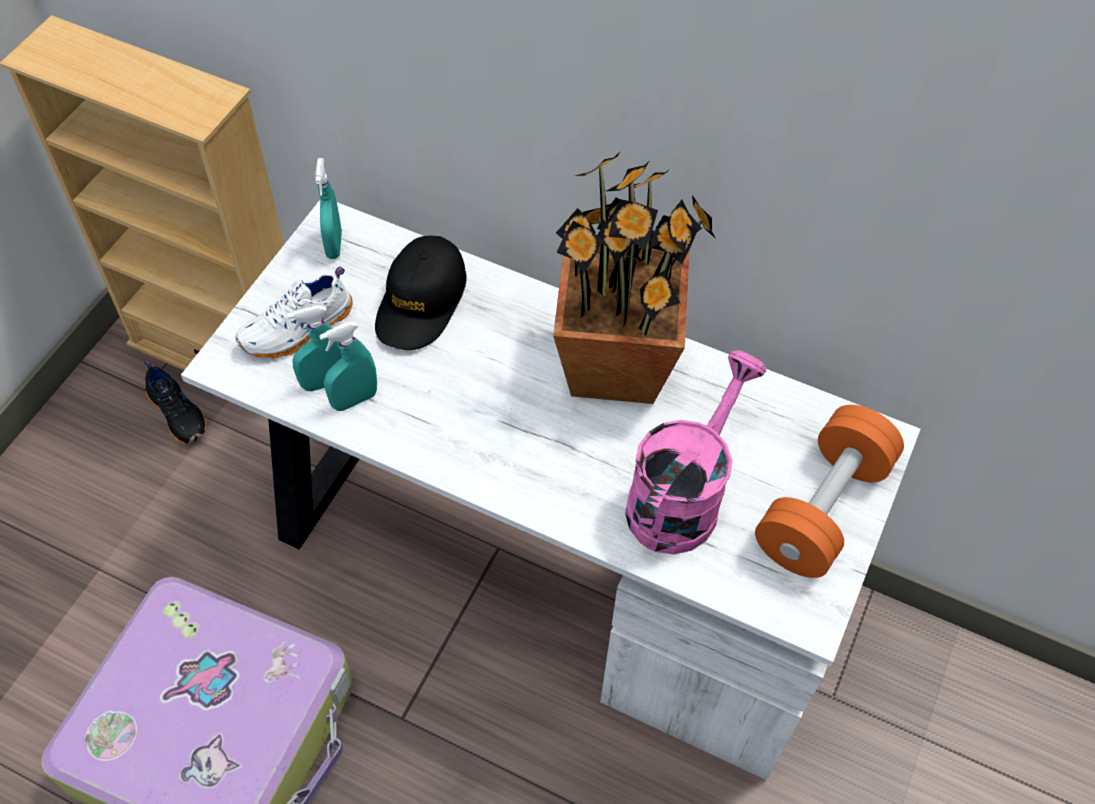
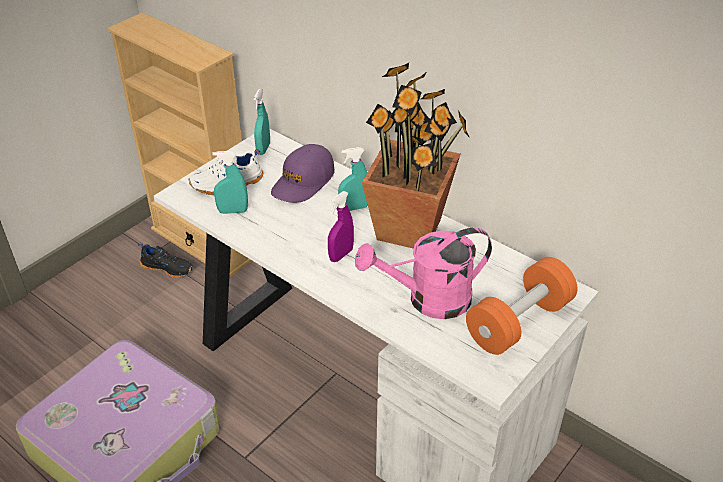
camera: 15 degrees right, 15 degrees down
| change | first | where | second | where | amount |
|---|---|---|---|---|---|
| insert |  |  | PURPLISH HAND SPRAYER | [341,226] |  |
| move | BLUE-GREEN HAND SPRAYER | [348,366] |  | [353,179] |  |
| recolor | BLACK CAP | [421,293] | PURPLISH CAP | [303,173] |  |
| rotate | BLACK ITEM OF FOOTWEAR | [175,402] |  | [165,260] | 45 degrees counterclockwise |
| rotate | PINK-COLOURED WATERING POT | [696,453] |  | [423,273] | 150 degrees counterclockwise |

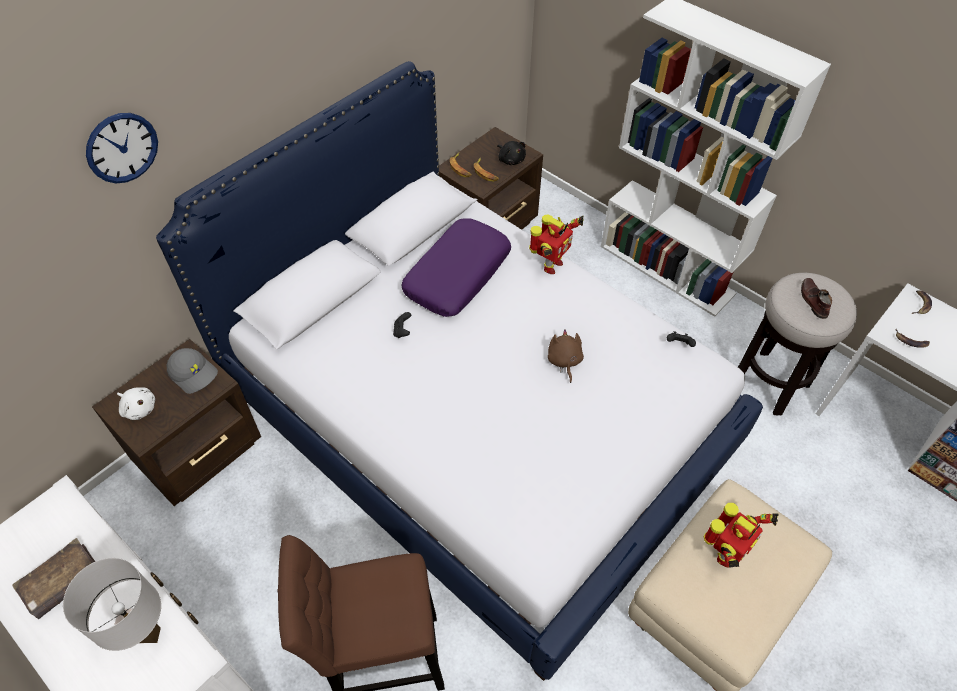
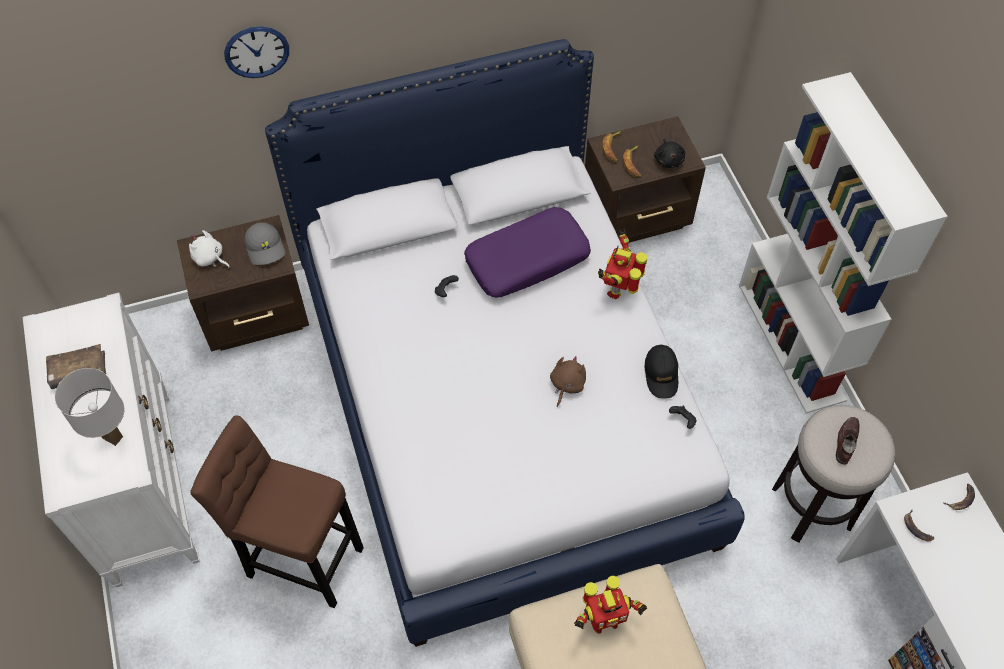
camera: 30 degrees right, 5 degrees up
| change | first | where | second | where | amount |
|---|---|---|---|---|---|
| insert |  |  | BLACK CAP | [661,372] |  |
| rotate | WHITE-COLOURED SOFT TOY | [136,403] |  | [209,249] | 150 degrees clockwise |
| rotate | TOY ROBOT | [556,244] |  | [623,264] | 135 degrees clockwise |

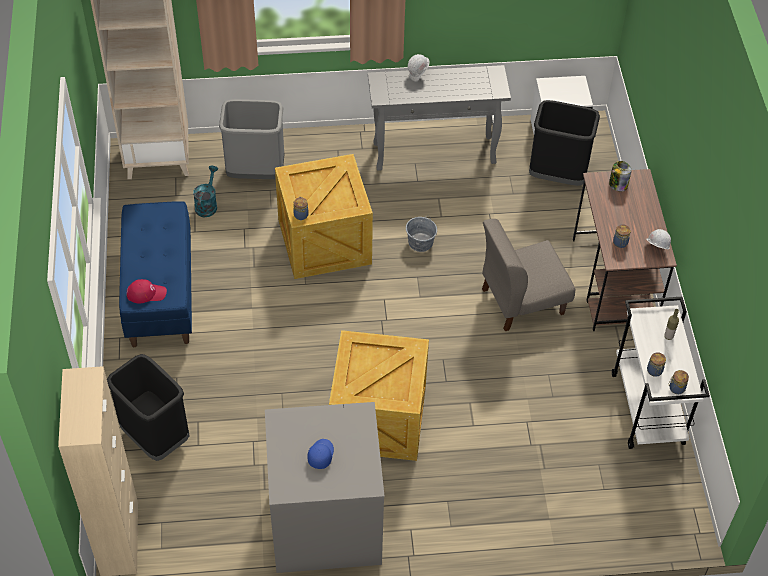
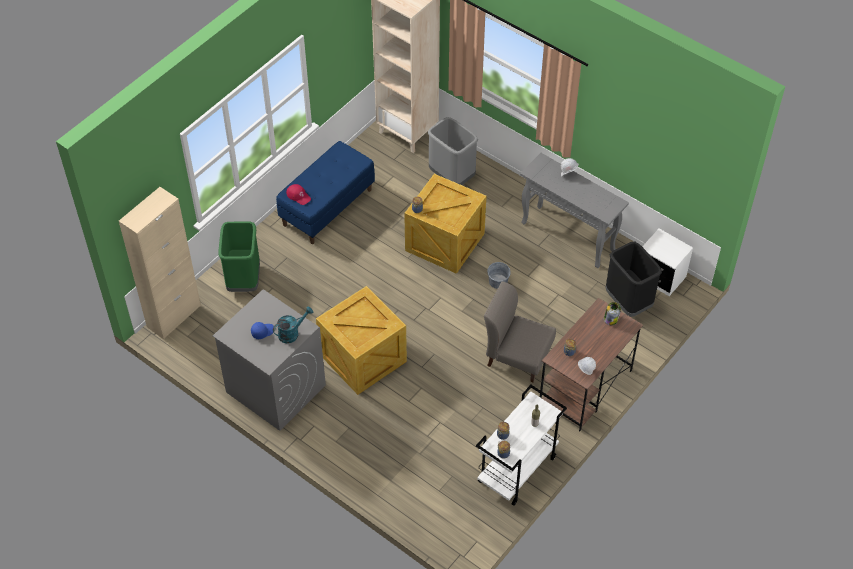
camera: 45 degrees right, 0 degrees up
| change | first | where | second | where | amount |
|---|---|---|---|---|---|
| move | BLUE-GREEN WATERING POT | [205,191] |  | [293,325] |  |
| recolor | BLACK RUBBISH BIN | [148,407] | GREENISH RUBBISH BIN | [239,257] |  |

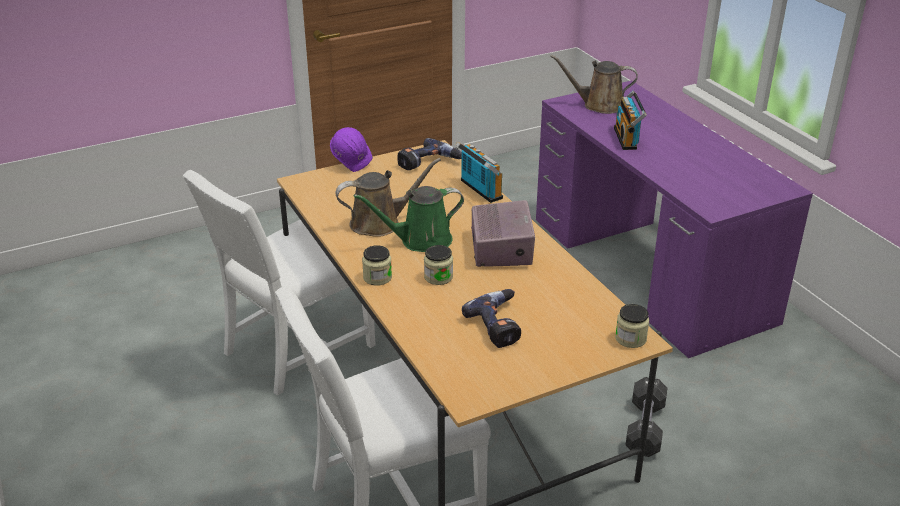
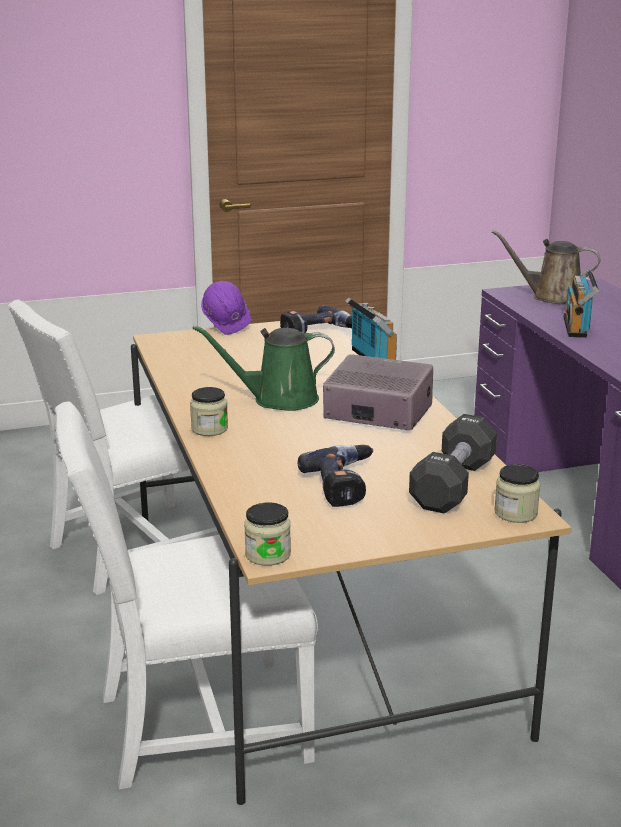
camera: 10 degrees right, 10 degrees down
| change | first | where | second | where | amount |
|---|---|---|---|---|---|
| delete | BROWNISH WATERING POT | [388,197] |  |  |  |
| move | JAR | [438,265] |  | [267,534] |  |
| move | BLACK DUMBBELL | [646,417] |  | [453,463] |  |
| rotate | RADIO | [503,233] |  | [378,392] | 75 degrees counterclockwise |

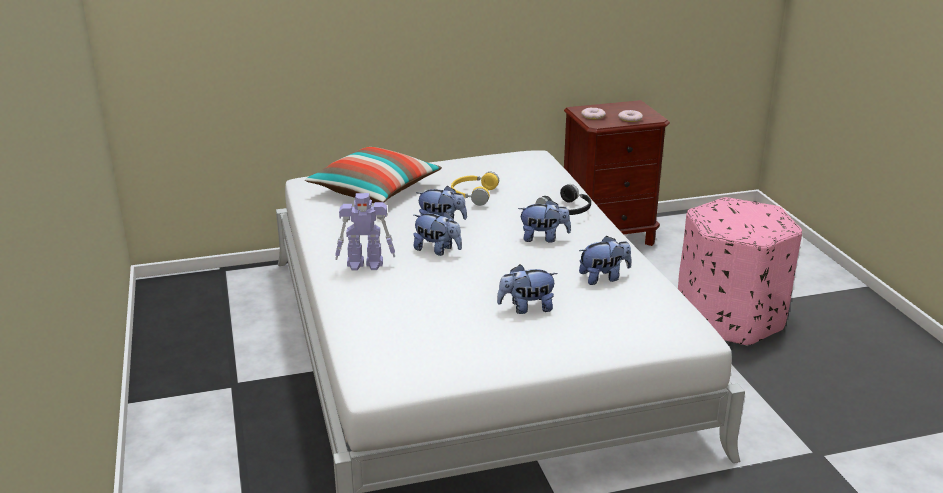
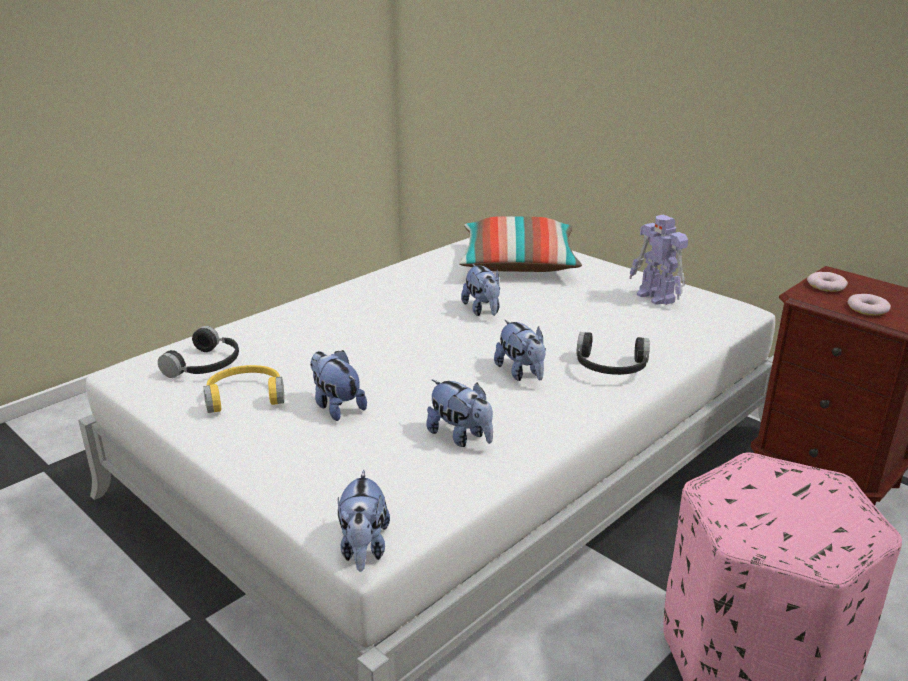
camera: 60 degrees right, 0 degrees up
| change | first | where | second | where | amount |
|---|---|---|---|---|---|
| insert |  |  | BLACK HEADSET | [198,352] |  |
| move | TOY ROBOT | [365,232] |  | [658,260] |  |
| move | SOFT TOY | [437,234] |  | [364,521] |  |
| move | YELLOW-COLOURED HEADSET | [475,189] |  | [244,389] |  |

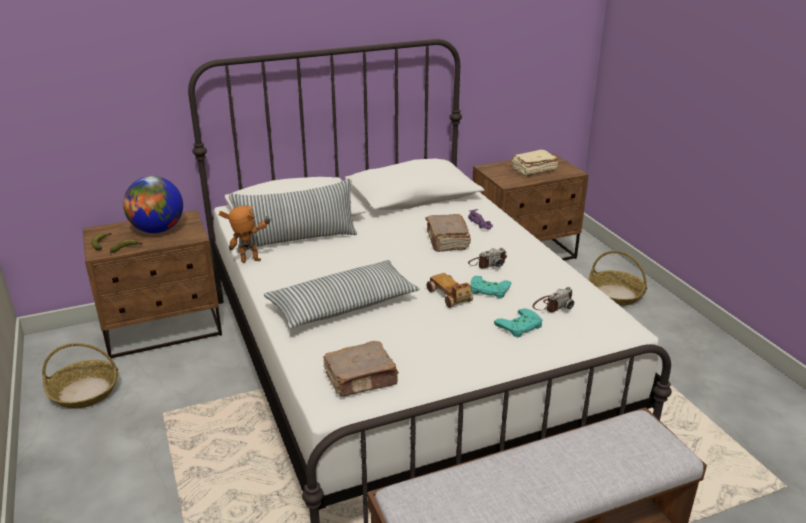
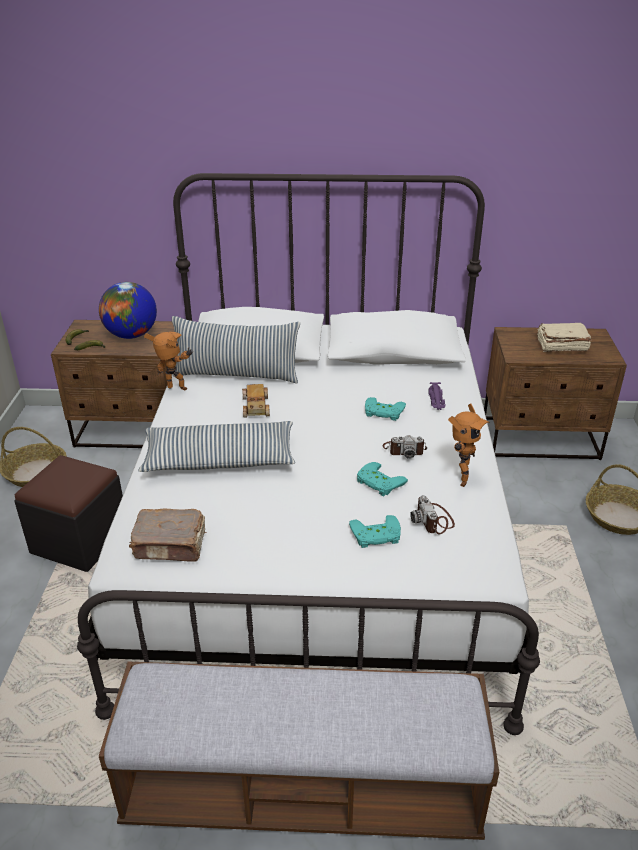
camera: 25 degrees right, 5 degrees up
| change | first | where | second | where | amount |
|---|---|---|---|---|---|
| insert |  |  | BLACK OTTOMAN | [68,513] |  |
| insert |  |  | TOY ROBOT | [468,445] |  |
| move | MODEL CAR | [450,290] |  | [256,400] |  |
| replace | BROWNISH BOUND BOOK | [448,233] | BLUE-GREEN JOYPAD | [385,409] |  |
| rotate | STILL CAMERA | [553,299] |  | [432,514] | 90 degrees clockwise |

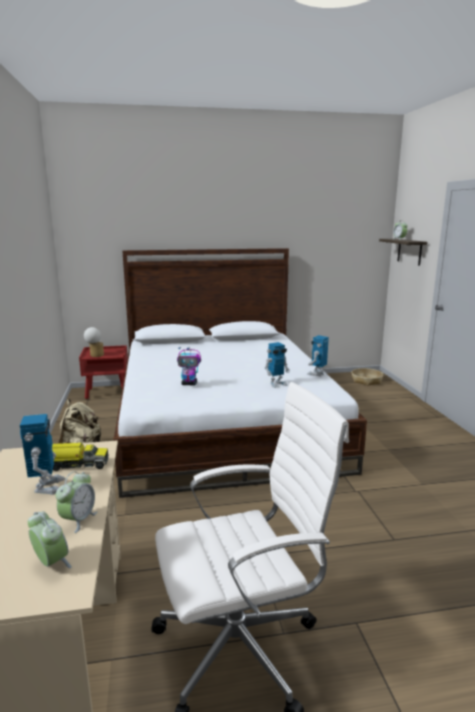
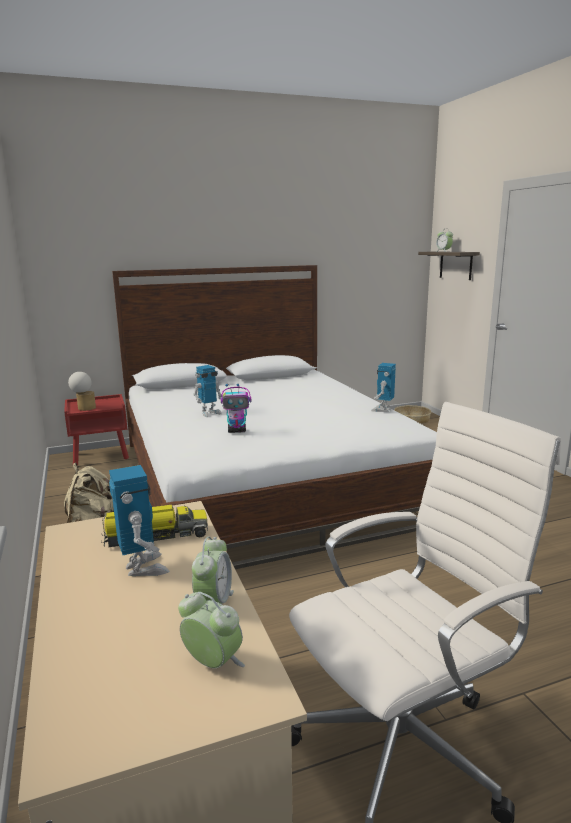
camera: 10 degrees left, 0 degrees up
| change | first | where | second | where | amount |
|---|---|---|---|---|---|
| move | TOY ROBOT | [277,365] |  | [208,391] |  |

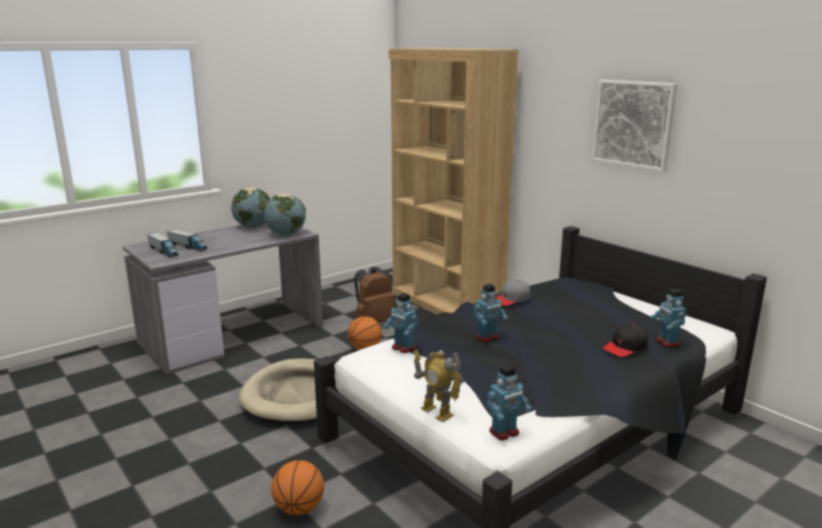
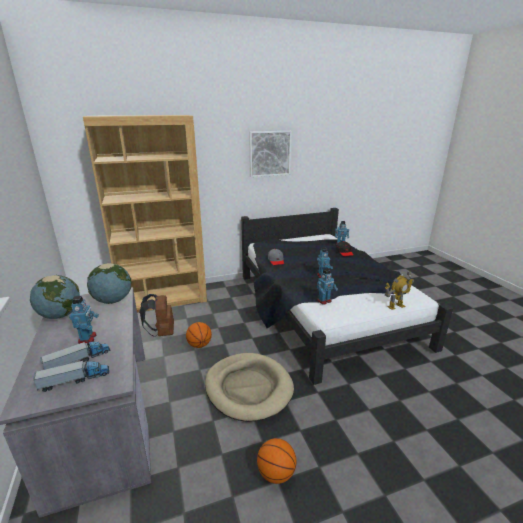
camera: 70 degrees left, 5 degrees up
| change | first | where | second | where | amount |
|---|---|---|---|---|---|
| move | BASKETBALL | [297,487] |  | [276,461] |  |
| move | TOY ROBOT | [509,402] |  | [84,320] |  |

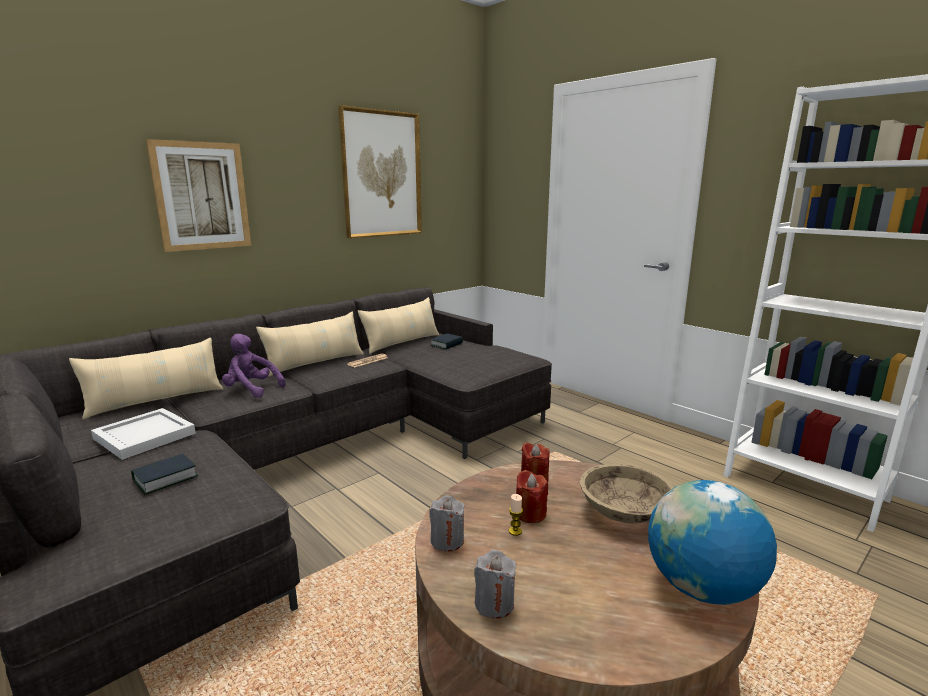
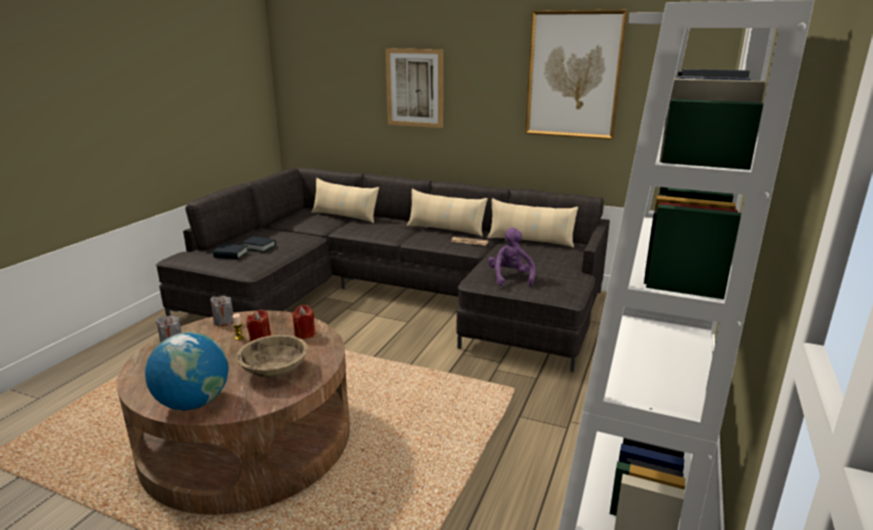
camera: 65 degrees right, 5 degrees up
| change | first | where | second | where | amount |
|---|---|---|---|---|---|
| delete | WHITE-COLOURED CARRYING TRAY | [143,434] |  |  |  |
| move | PURPLISH SOFT TOY | [254,366] |  | [512,257] |  |
| move | BOUND BOOK | [446,341] |  | [230,251] |  |

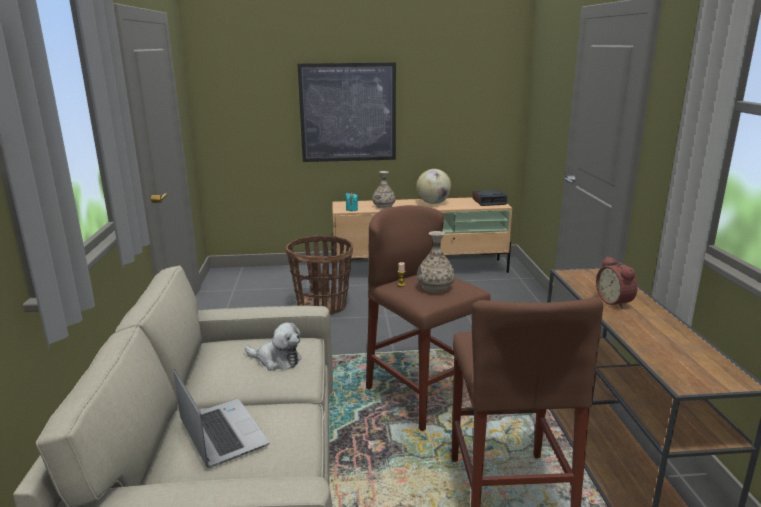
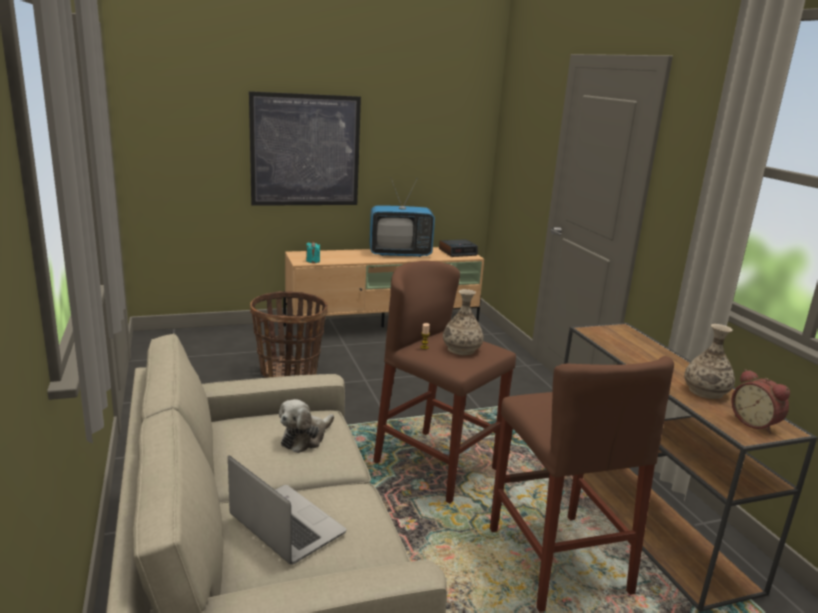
camera: 15 degrees left, 0 degrees up
| change | first | where | second | where | amount |
|---|---|---|---|---|---|
| move | FLOWER VASE | [383,190] |  | [709,361] |  |
| move | BEDSIDE CLOCK | [617,282] |  | [760,401] |  |
| replace | GLOBE | [434,186] | TV SET | [402,217] |  |
| rotate | SOFT TOY | [273,347] |  | [306,426] | 120 degrees clockwise |

